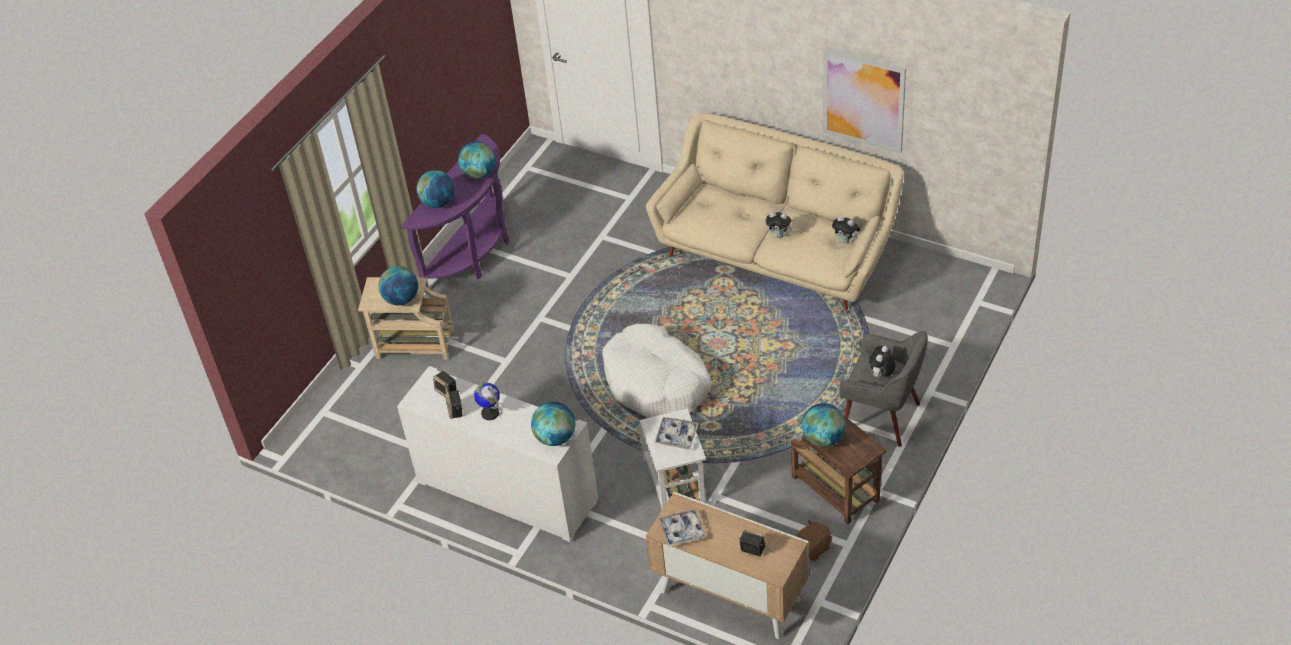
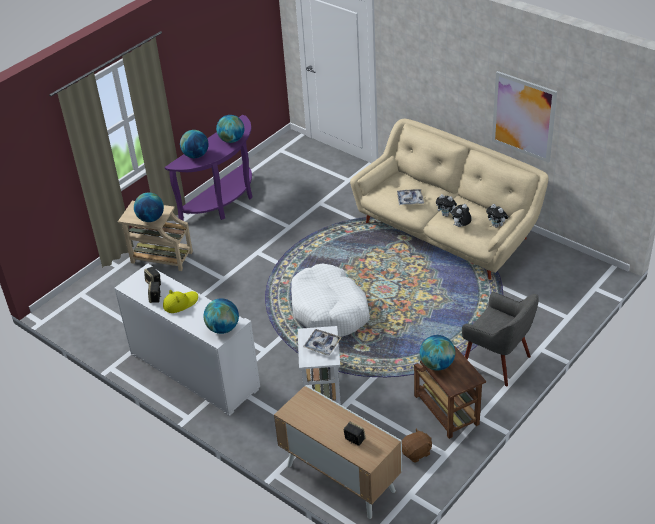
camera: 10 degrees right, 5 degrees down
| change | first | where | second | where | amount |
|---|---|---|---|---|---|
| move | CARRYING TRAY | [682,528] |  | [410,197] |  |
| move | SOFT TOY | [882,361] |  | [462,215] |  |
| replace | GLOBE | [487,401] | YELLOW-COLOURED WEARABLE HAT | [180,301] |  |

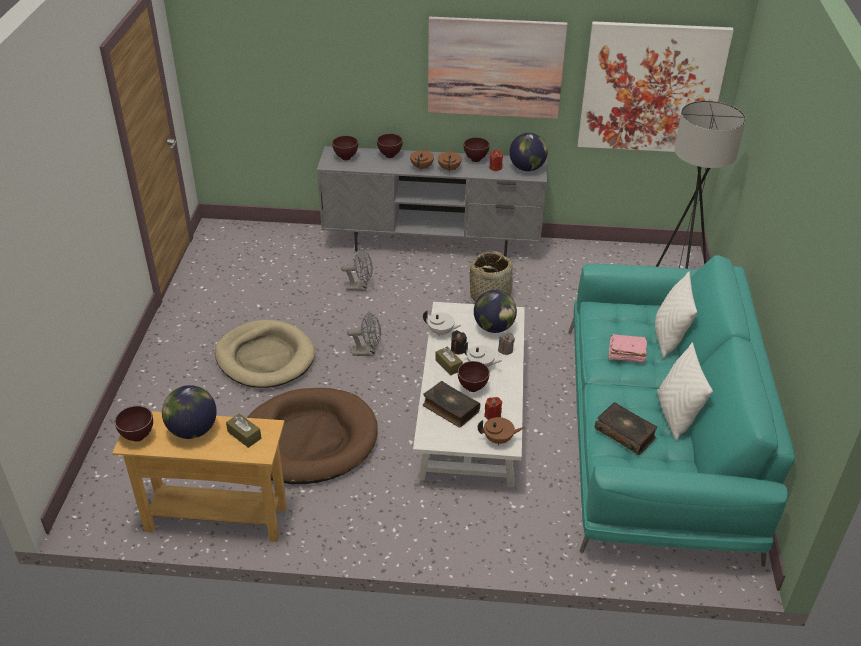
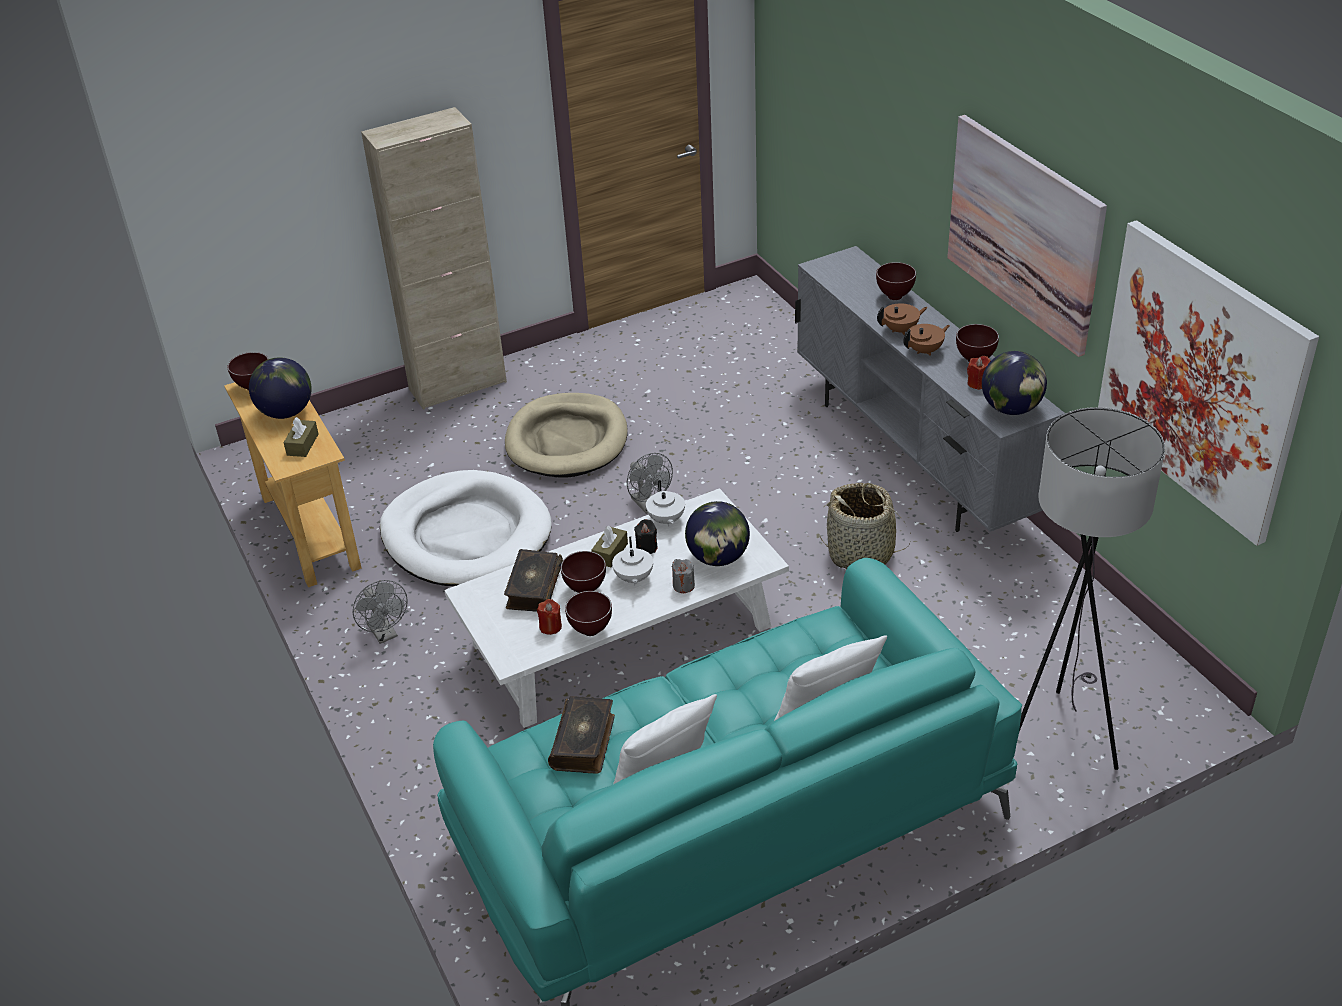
camera: 60 degrees right, 0 degrees up
| change | first | where | second | where | amount |
|---|---|---|---|---|---|
| delete | BROWNISH TEAPOT | [501,431] |  |  |  |
| delete | PINK-COLOURED BOUND BOOK | [627,348] |  |  |  |
| insert |  |  | SAND-COLOURED CUPBOARD | [434,258] |  |
| move | BROWNISH SERVING BOWL | [345,148] |  | [588,613] |  |
| move | GREY FAN | [357,270] |  | [380,612] |  |
| recolor | BROWNISH DOG BED | [312,436] | WHITE-COLOURED DOG BED | [466,528] |  |

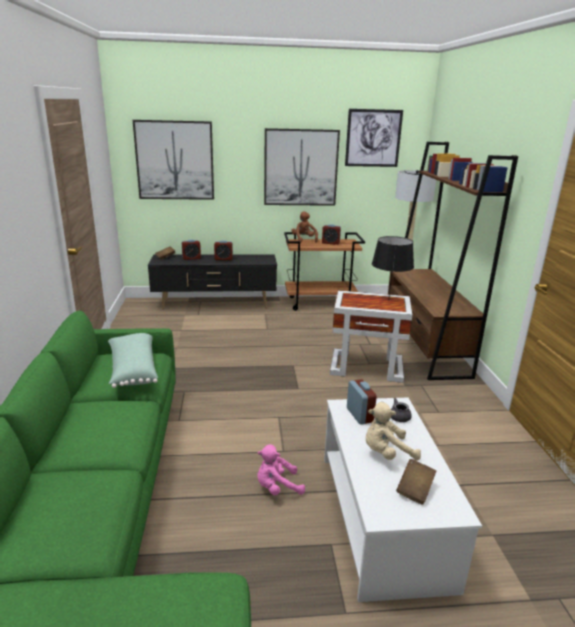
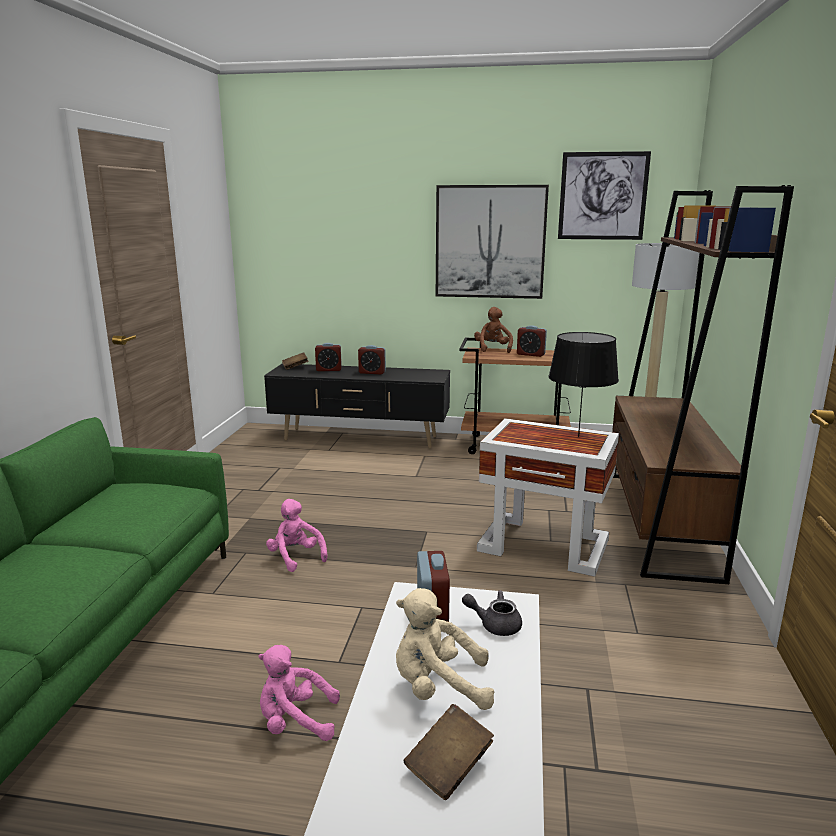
camera: 15 degrees right, 5 degrees down
| change | first | where | second | where | amount |
|---|---|---|---|---|---|
| delete | GREENISH PILLOW | [133,360] |  |  |  |
| delete | WALL ART | [173,160] |  |  |  |
| insert |  |  | PINK-COLOURED SOFT TOY | [297,535] |  |

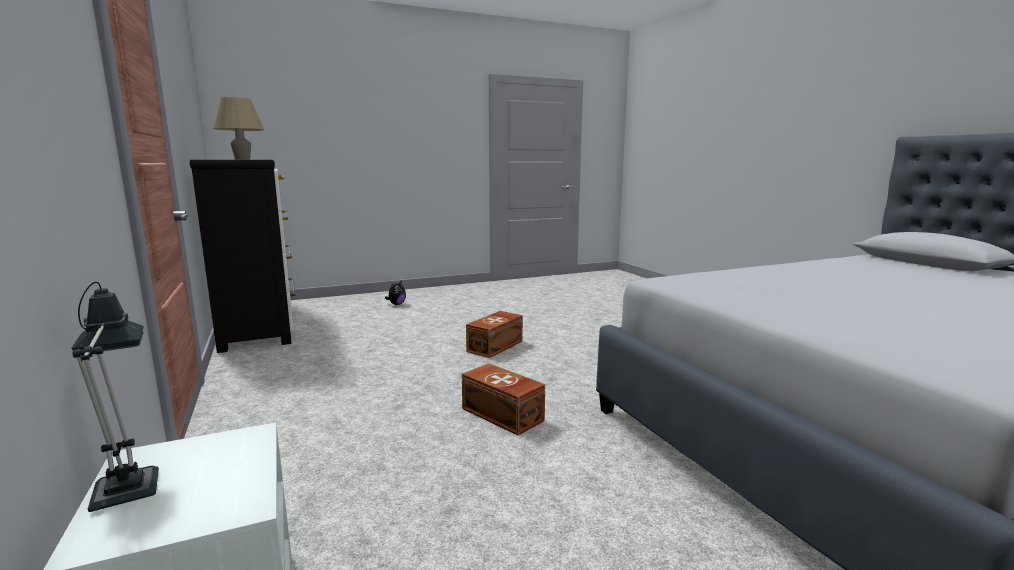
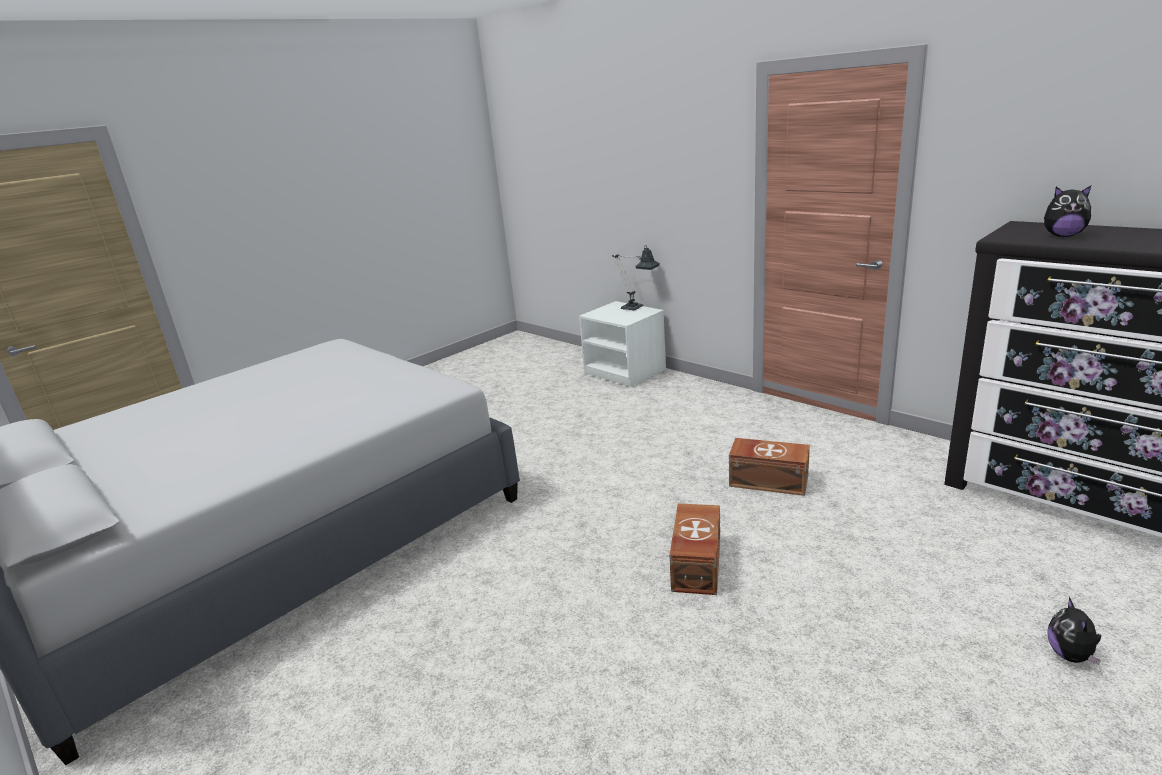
camera: 160 degrees right, 10 degrees up
| change | first | where | second | where | amount |
|---|---|---|---|---|---|
| move | BROWNISH STORAGE CONTAINER | [503,399] |  | [769,467] |  |
| replace | SAND-COLOURED TABLETOP LAMP | [238,128] | SOFT TOY | [1067,211] |  |

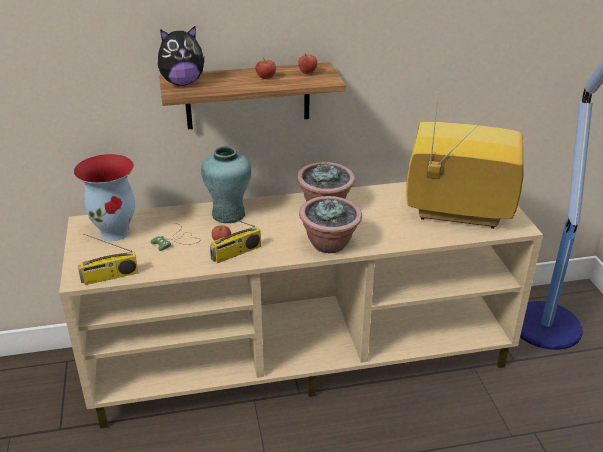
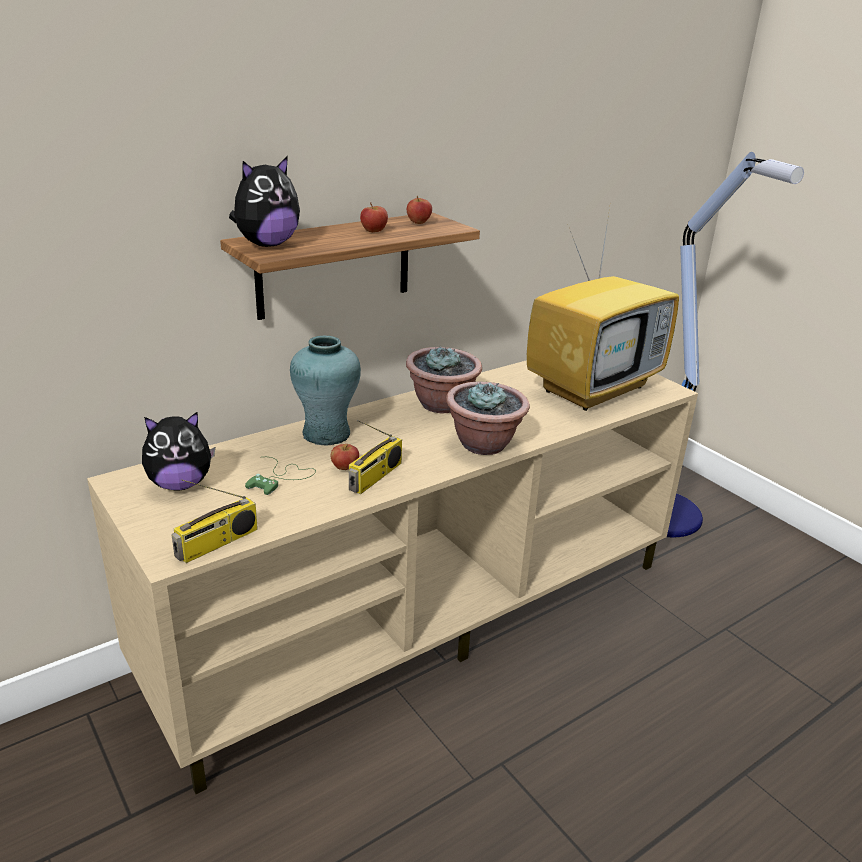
camera: 25 degrees left, 5 degrees down
| change | first | where | second | where | amount |
|---|---|---|---|---|---|
| replace | FLOWER VASE | [104,197] | SOFT TOY | [178,451] |  |
| rotate | TV SET | [464,160] |  | [603,309] | 150 degrees clockwise |

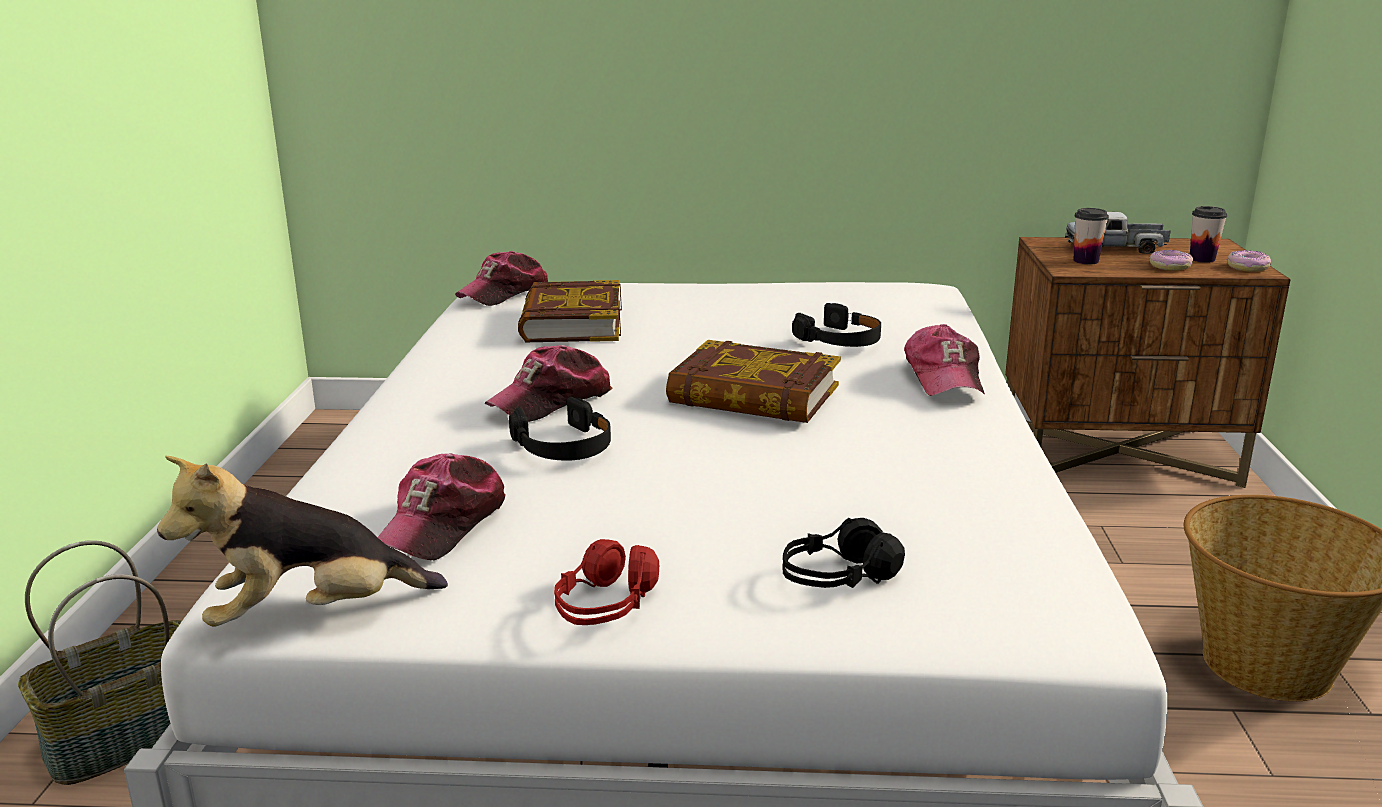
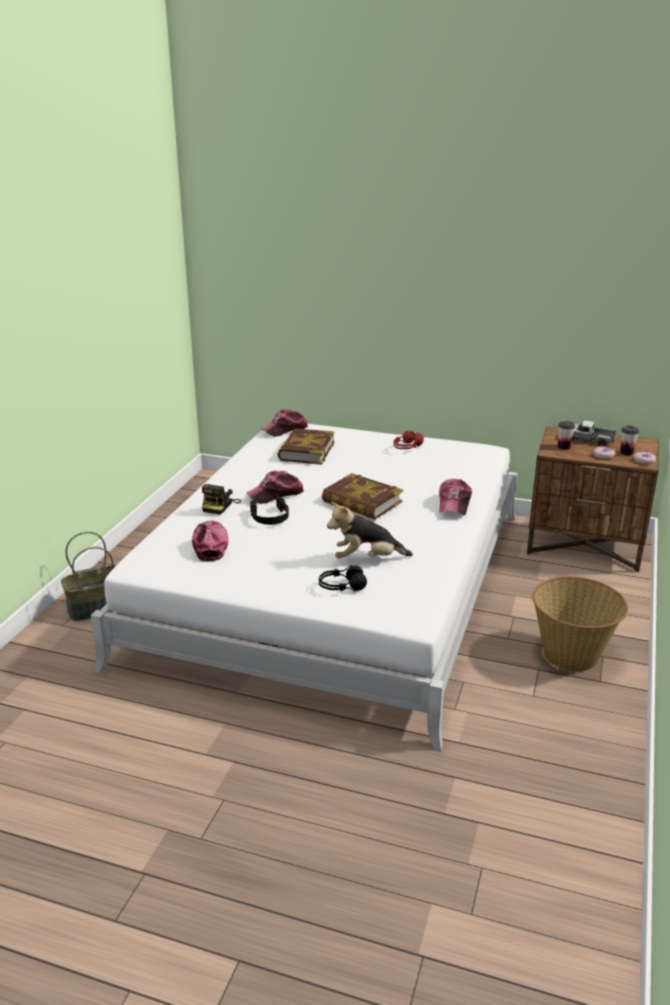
camera: 15 degrees right, 5 degrees up
| change | first | where | second | where | amount |
|---|---|---|---|---|---|
| delete | BLACK HEADSET | [836,325] |  |  |  |
| insert |  |  | STILL CAMERA | [221,499] |  |
| move | SOFT TOY | [302,541] |  | [370,530] |  |
| move | REDDISH HEADSET | [606,582] |  | [409,439] |  |
| rotate | CAP | [442,507] |  | [210,541] | 135 degrees clockwise |

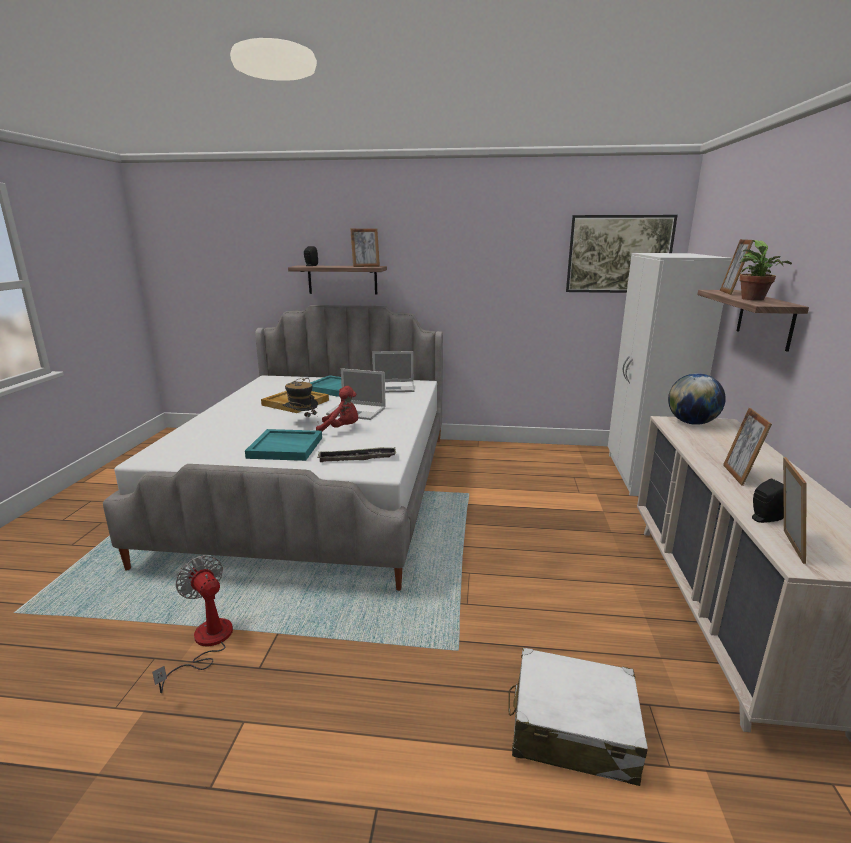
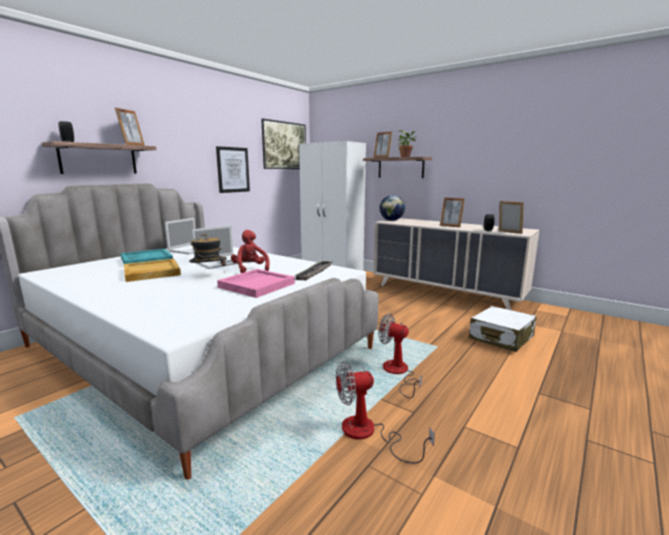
camera: 60 degrees left, 5 degrees down
| change | first | where | second | where | amount |
|---|---|---|---|---|---|
| insert |  |  | WALL ART | [233,169] |  |
| insert |  |  | FAN | [400,355] |  |
| recolor | BLUE-GREEN CARRYING TRAY | [283,445] | PINK-COLOURED CARRYING TRAY | [256,283] |  |
| rotate | REDDISH SOFT TOY | [337,409] |  | [250,251] | 60 degrees counterclockwise |

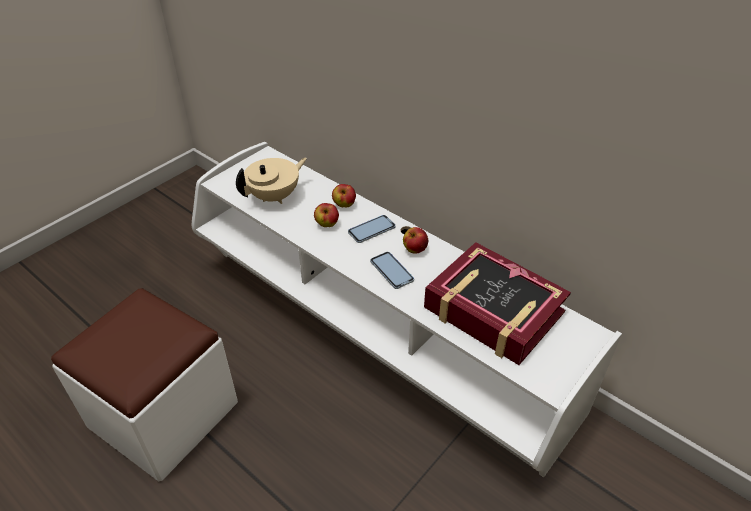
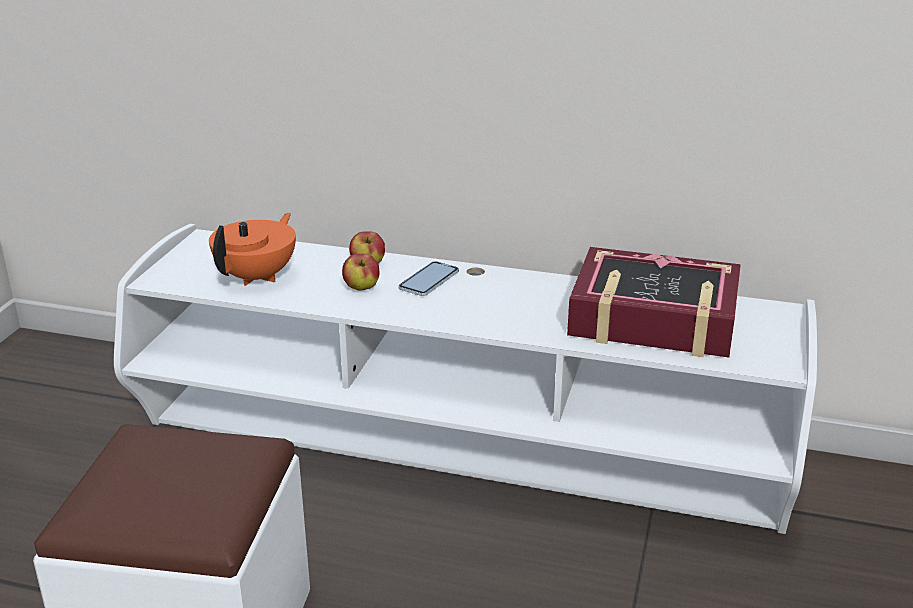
camera: 25 degrees left, 15 degrees down
| change | first | where | second | where | amount |
|---|---|---|---|---|---|
| delete | TELEPHONE | [392,270] |  |  |  |
| delete | APPLE | [415,240] |  |  |  |
| recolor | SAND-COLOURED TEAPOT | [271,181] | ORANGEY TEAPOT | [252,249] |  |

